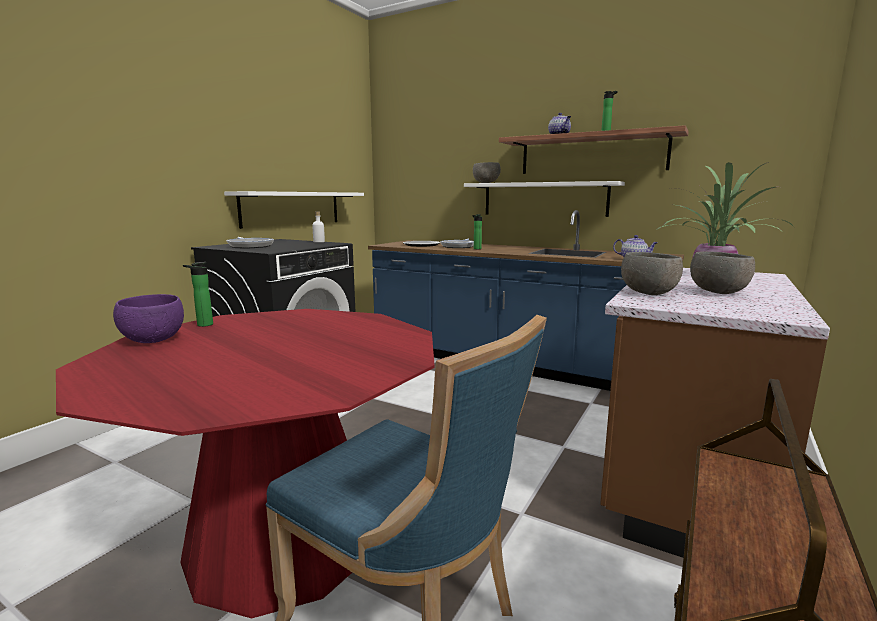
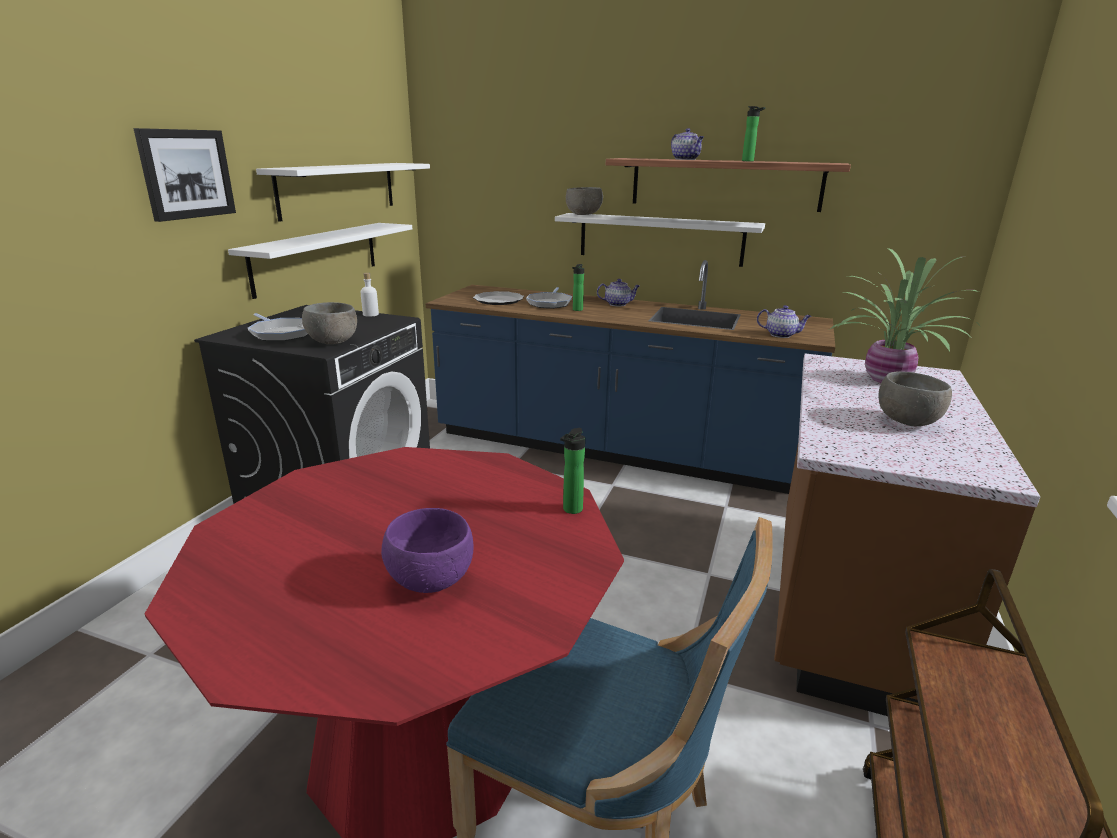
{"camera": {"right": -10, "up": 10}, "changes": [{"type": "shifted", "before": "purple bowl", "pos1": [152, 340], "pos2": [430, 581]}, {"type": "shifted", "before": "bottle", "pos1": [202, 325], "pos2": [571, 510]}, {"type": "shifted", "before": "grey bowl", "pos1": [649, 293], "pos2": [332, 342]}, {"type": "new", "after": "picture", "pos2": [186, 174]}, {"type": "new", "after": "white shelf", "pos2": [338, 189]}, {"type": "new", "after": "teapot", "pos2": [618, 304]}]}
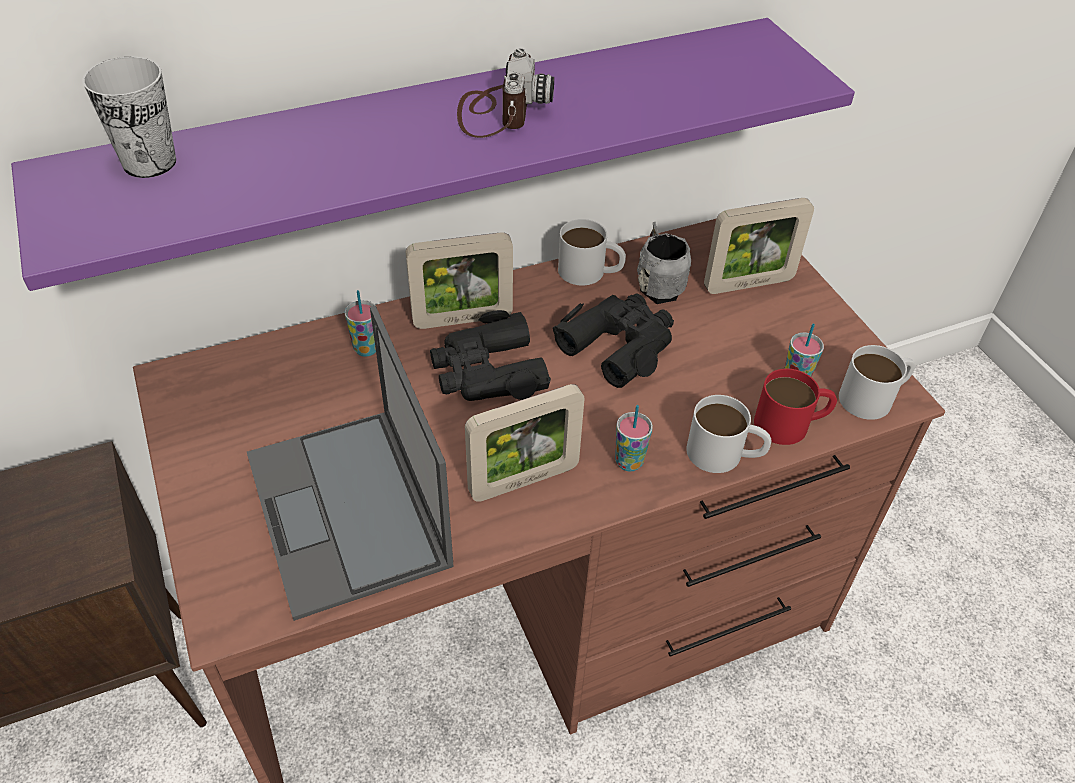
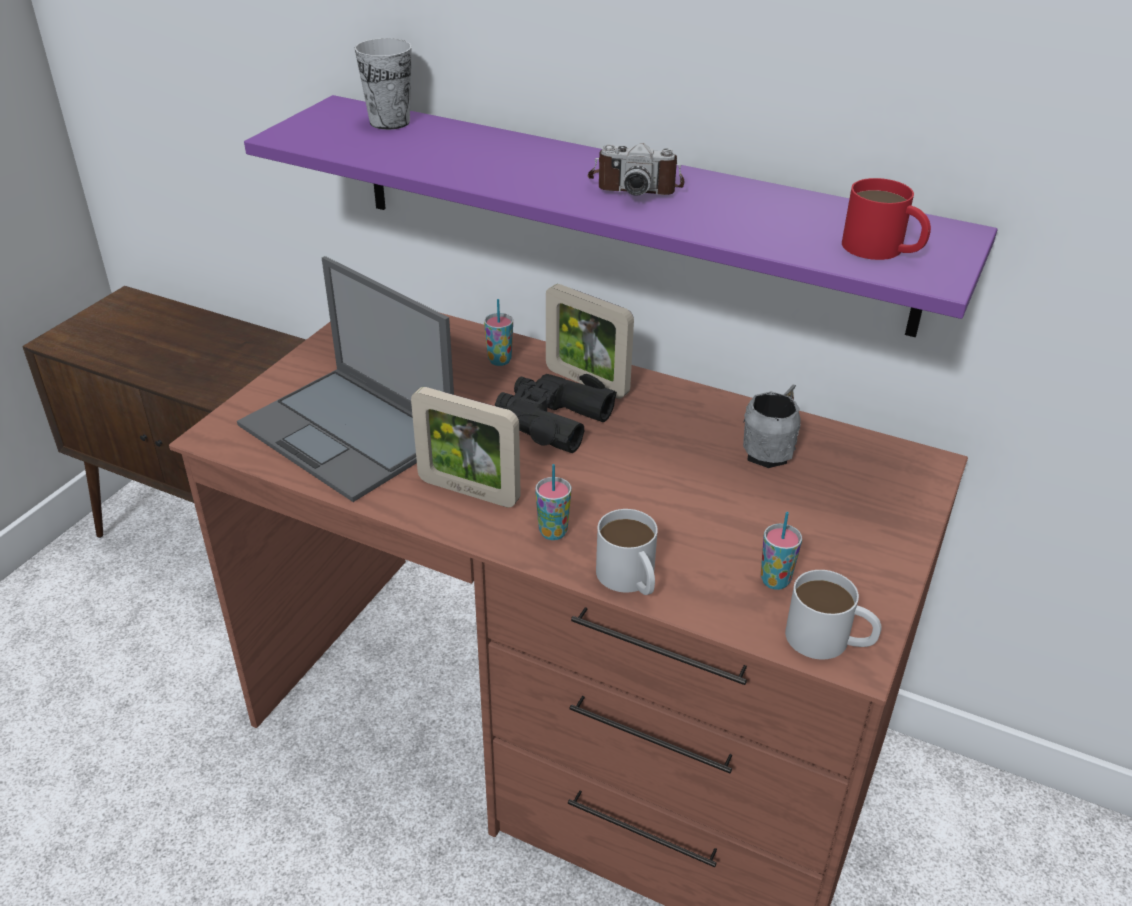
{"camera": {"right": 50, "up": -10}, "changes": [{"type": "rotated", "before": "laptop", "pos1": [349, 511], "pos2": [349, 433], "turn": -75}, {"type": "rotated", "before": "photo camera", "pos1": [498, 111], "pos2": [635, 186], "turn": 45}, {"type": "gone", "before": "black binoculars", "pos1": [619, 344]}, {"type": "gone", "before": "white mug", "pos1": [590, 272]}, {"type": "gone", "before": "picture frame", "pos1": [748, 284]}, {"type": "shifted", "before": "red mug", "pos1": [792, 423], "pos2": [883, 250]}]}
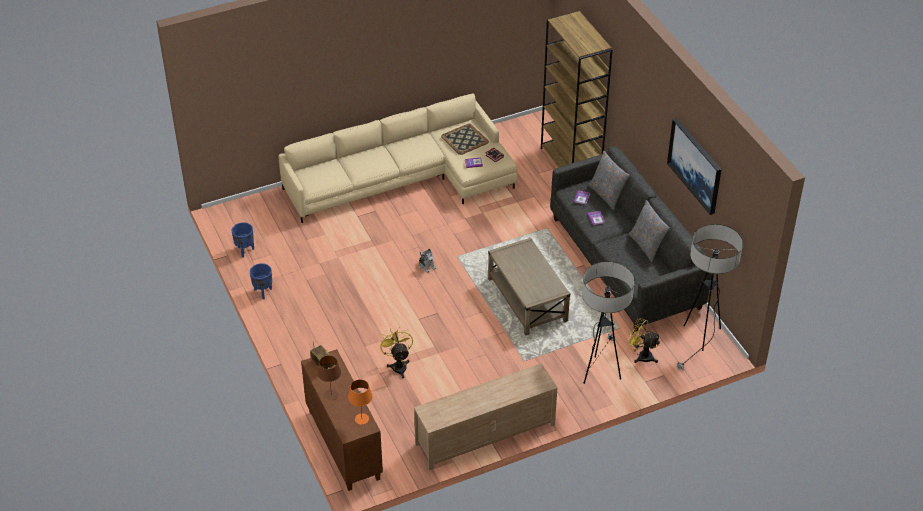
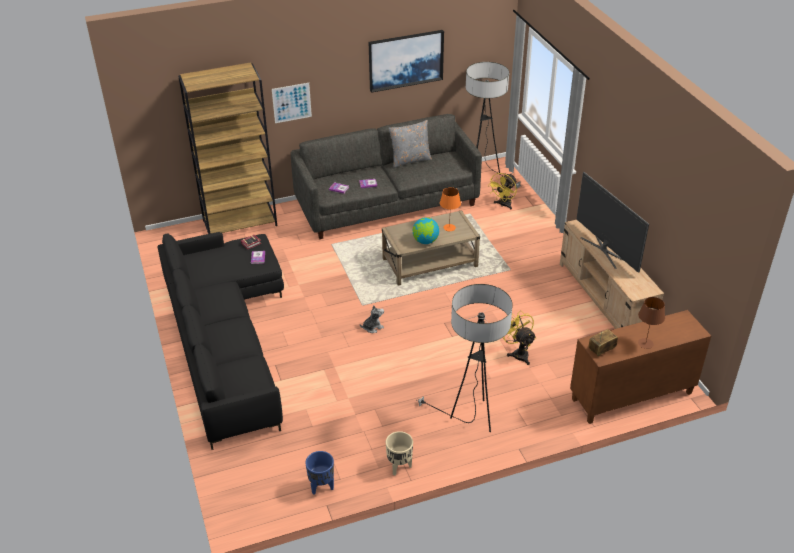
{"camera": {"right": -85, "up": -5}, "changes": [{"type": "repainted", "before": "blue planter", "after": "beige planter", "pos1": [263, 292], "pos2": [399, 467]}, {"type": "repainted", "before": "beige sofa", "after": "black sofa", "pos1": [405, 179], "pos2": [226, 338]}, {"type": "shifted", "before": "orange table lamp", "pos1": [362, 419], "pos2": [449, 227]}, {"type": "rotated", "before": "yellow fan", "pos1": [398, 365], "pos2": [518, 353], "turn": 75}, {"type": "gone", "before": "tray", "pos1": [464, 139]}, {"type": "shifted", "before": "floor lamp", "pos1": [600, 373], "pos2": [471, 418]}, {"type": "gone", "before": "grey pillow", "pos1": [607, 195]}, {"type": "new", "after": "picture", "pos2": [291, 102]}, {"type": "new", "after": "globe", "pos2": [425, 241]}, {"type": "new", "after": "television", "pos2": [605, 250]}]}
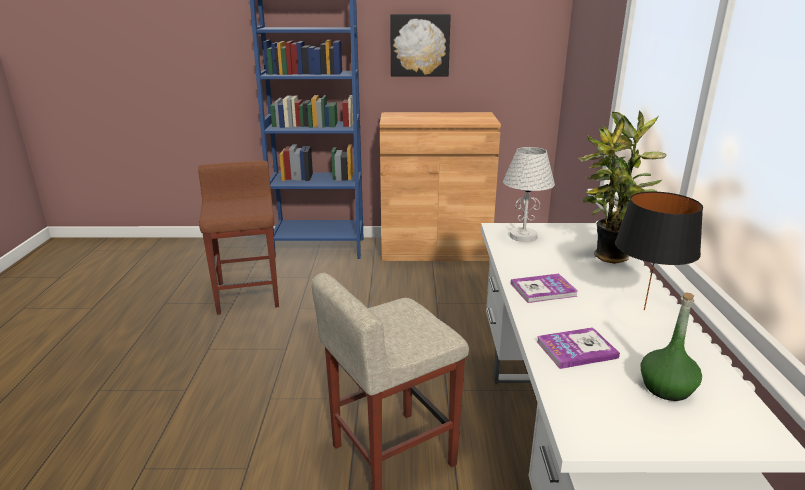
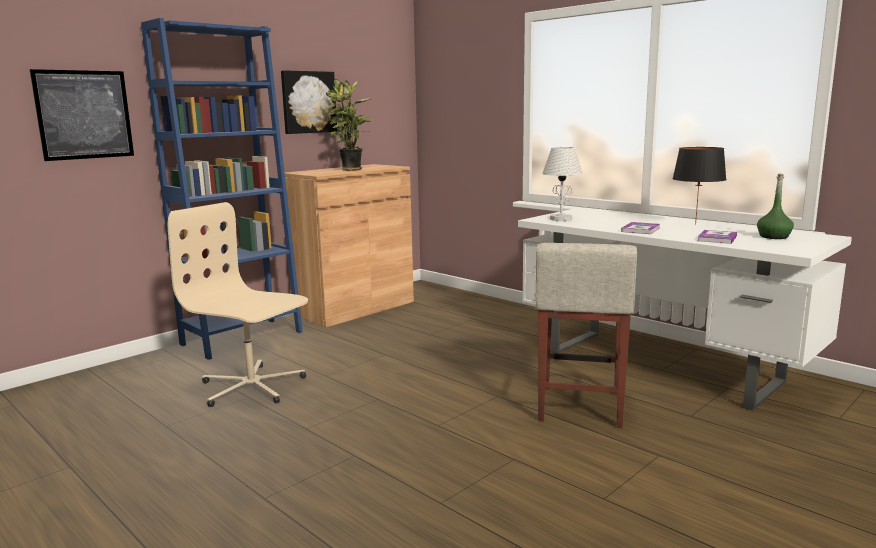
{"camera": {"right": -45, "up": -10}, "changes": [{"type": "swapped", "before": "brown stool", "after": "beige office chair", "pos1": [248, 295], "pos2": [251, 387]}, {"type": "shifted", "before": "potted plant", "pos1": [608, 257], "pos2": [351, 170]}, {"type": "new", "after": "picture", "pos2": [84, 115]}]}
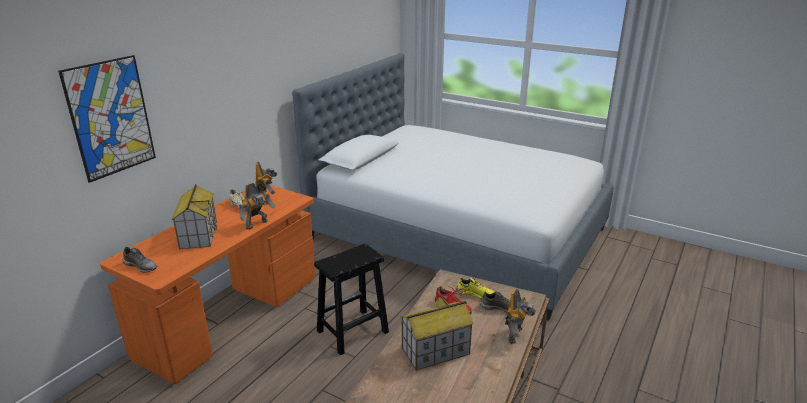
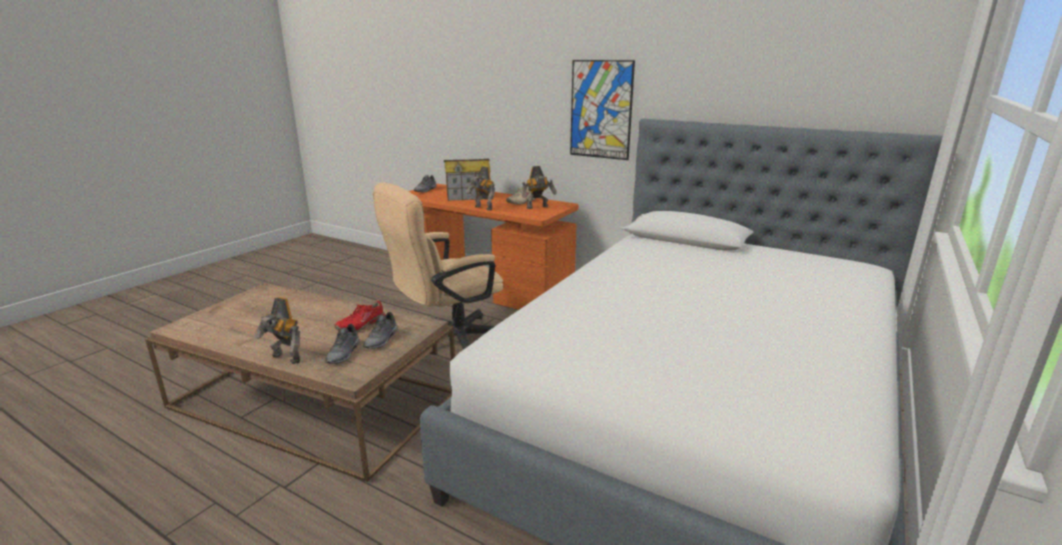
{"camera": {"right": 90, "up": -5}, "changes": [{"type": "shifted", "before": "picture", "pos1": [110, 118], "pos2": [601, 110]}, {"type": "swapped", "before": "black stool", "after": "beige office chair", "pos1": [352, 332], "pos2": [449, 342]}, {"type": "gone", "before": "toy house", "pos1": [435, 351]}, {"type": "repainted", "before": "yellow shoe", "after": "grey shoe", "pos1": [475, 294], "pos2": [382, 340]}]}
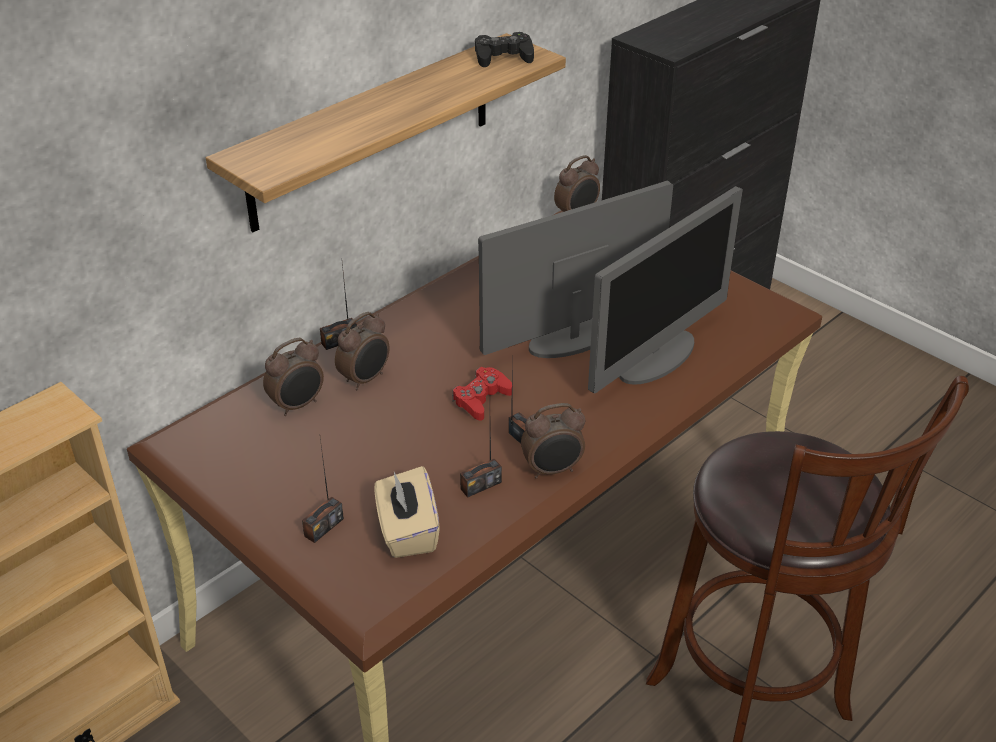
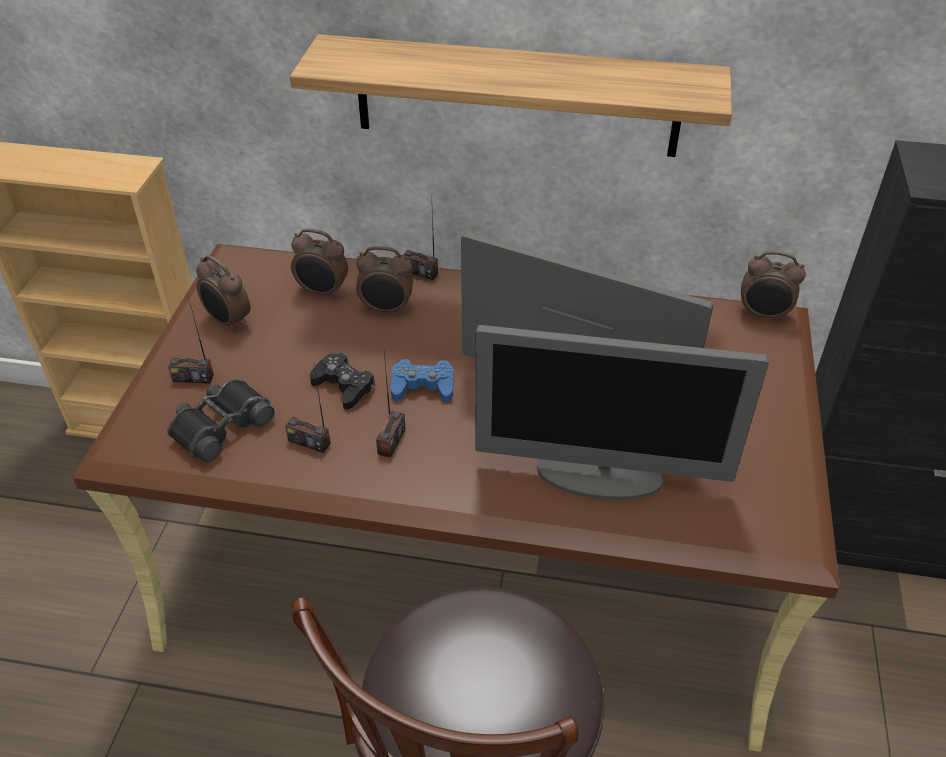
{"camera": {"right": 55, "up": 5}, "changes": [{"type": "swapped", "before": "beige tissue box", "after": "black binoculars", "pos1": [407, 531], "pos2": [220, 426]}, {"type": "repainted", "before": "red game controller", "after": "blue game controller", "pos1": [481, 399], "pos2": [423, 387]}, {"type": "shifted", "before": "black game controller", "pos1": [503, 57], "pos2": [343, 386]}, {"type": "shifted", "before": "alarm clock", "pos1": [553, 470], "pos2": [228, 322]}]}
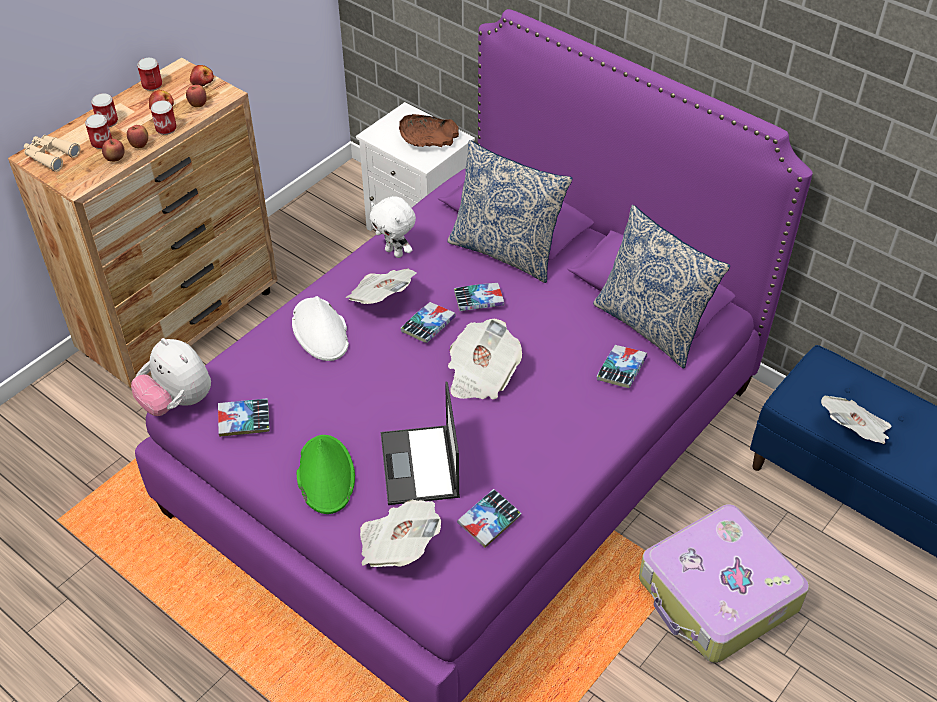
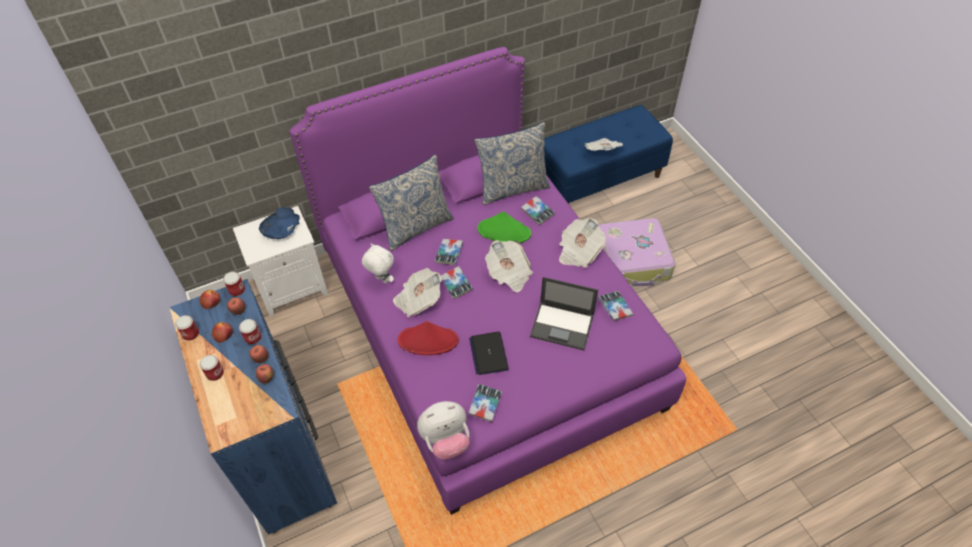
{"camera": {"right": -65, "up": 5}, "changes": [{"type": "repainted", "before": "brown dresser", "after": "blue dresser", "pos1": [182, 322], "pos2": [283, 456]}, {"type": "gone", "before": "beige binoculars", "pos1": [50, 156]}, {"type": "shifted", "before": "can", "pos1": [102, 143], "pos2": [237, 290]}, {"type": "repainted", "before": "white hat", "after": "red hat", "pos1": [320, 331], "pos2": [428, 340]}, {"type": "shifted", "before": "green hat", "pos1": [325, 475], "pos2": [503, 231]}, {"type": "shifted", "before": "newspaper", "pos1": [398, 546], "pos2": [579, 251]}, {"type": "rotated", "before": "white plush toy", "pos1": [395, 252], "pos2": [381, 280], "turn": -120}, {"type": "repainted", "before": "brown bowl", "after": "blue bowl", "pos1": [427, 139], "pos2": [281, 229]}, {"type": "new", "after": "laptop", "pos2": [488, 353]}]}
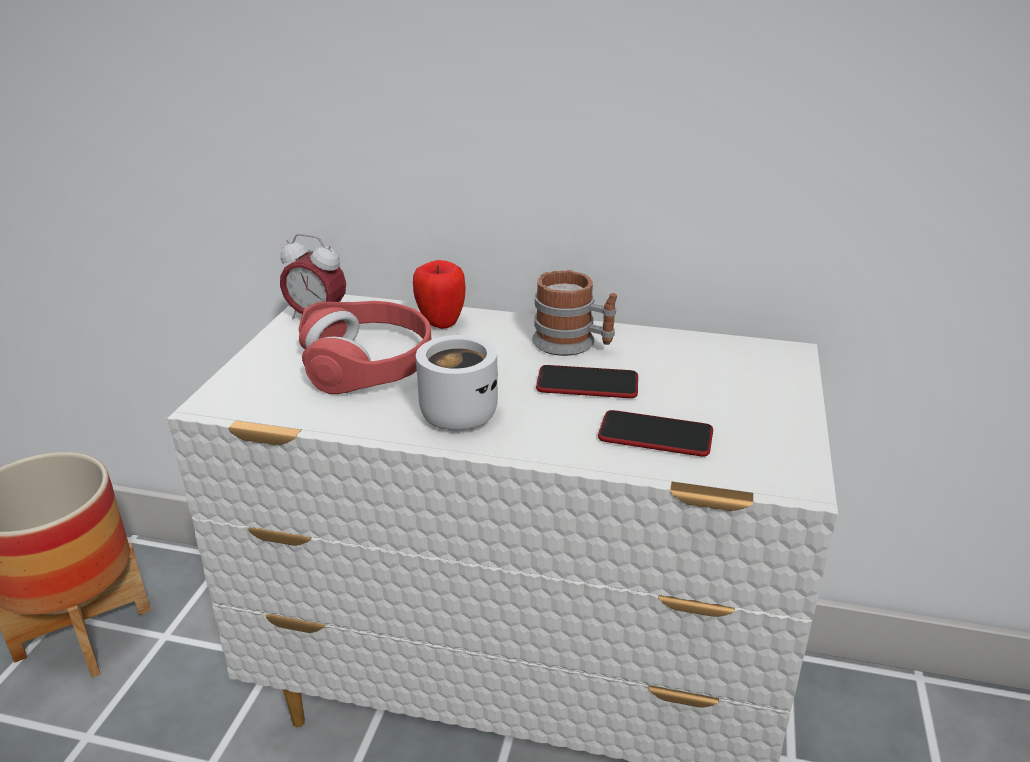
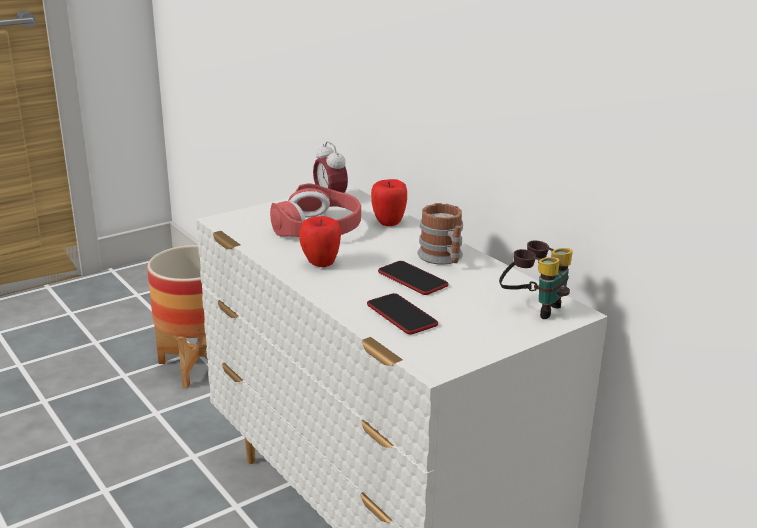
{"camera": {"right": 40, "up": -5}, "changes": [{"type": "swapped", "before": "white mug", "after": "apple", "pos1": [455, 411], "pos2": [321, 264]}, {"type": "new", "after": "binoculars", "pos2": [533, 307]}]}
